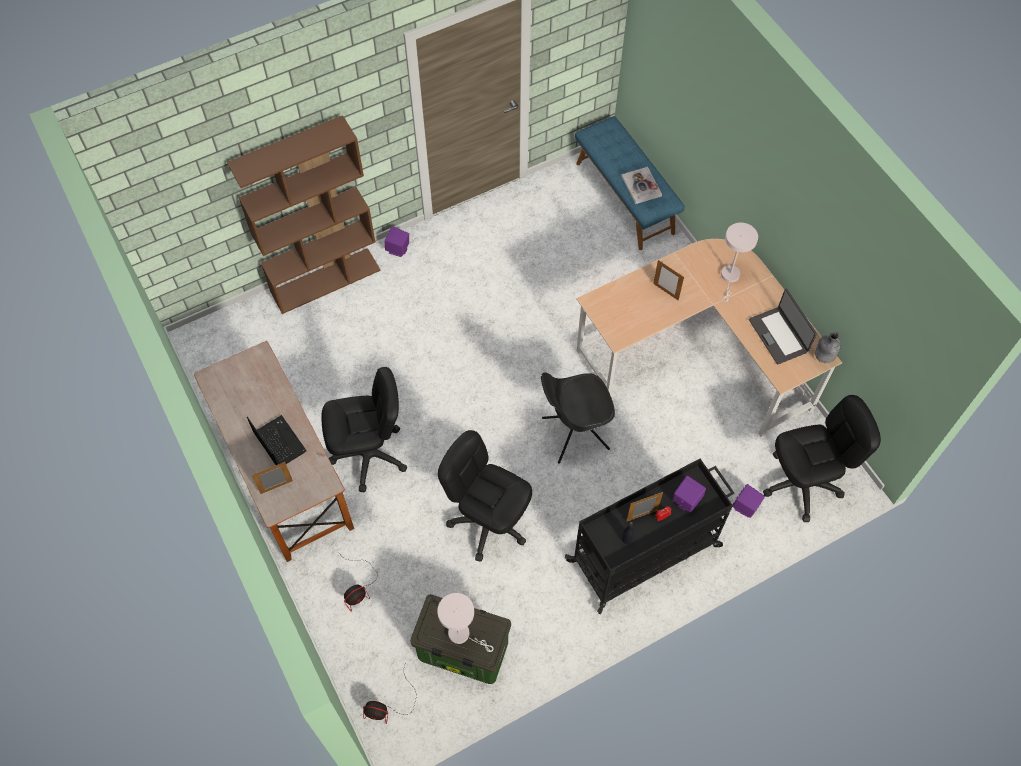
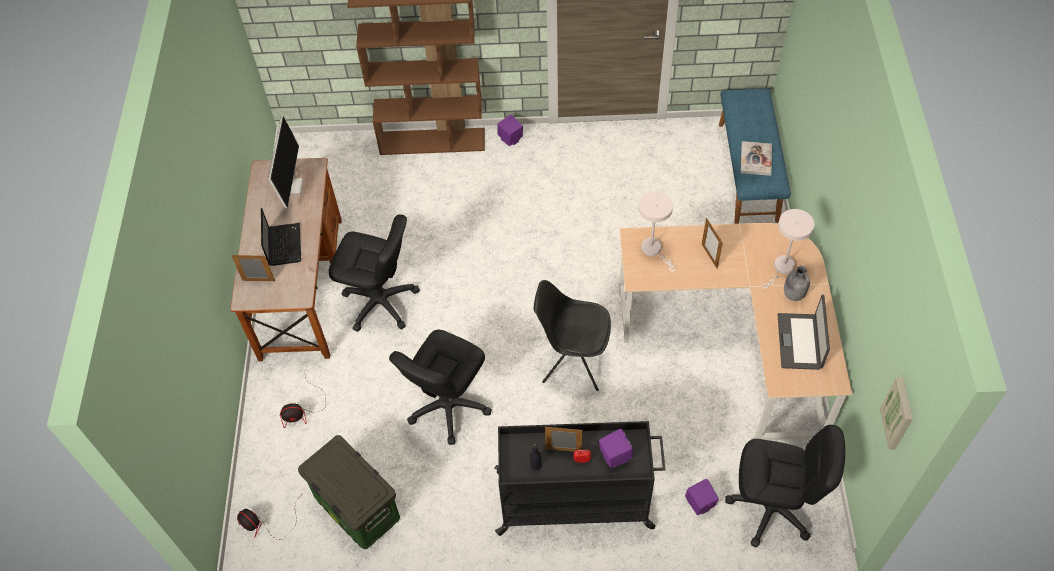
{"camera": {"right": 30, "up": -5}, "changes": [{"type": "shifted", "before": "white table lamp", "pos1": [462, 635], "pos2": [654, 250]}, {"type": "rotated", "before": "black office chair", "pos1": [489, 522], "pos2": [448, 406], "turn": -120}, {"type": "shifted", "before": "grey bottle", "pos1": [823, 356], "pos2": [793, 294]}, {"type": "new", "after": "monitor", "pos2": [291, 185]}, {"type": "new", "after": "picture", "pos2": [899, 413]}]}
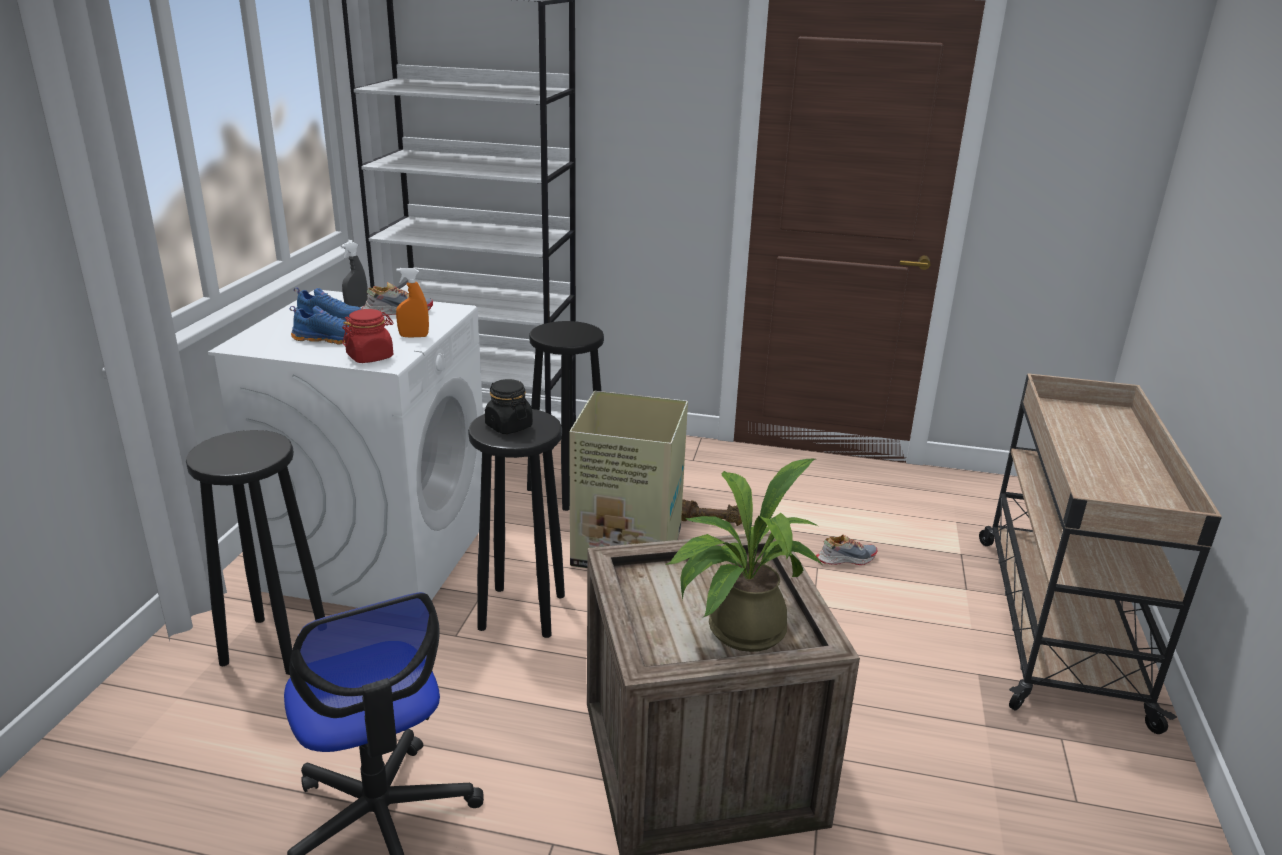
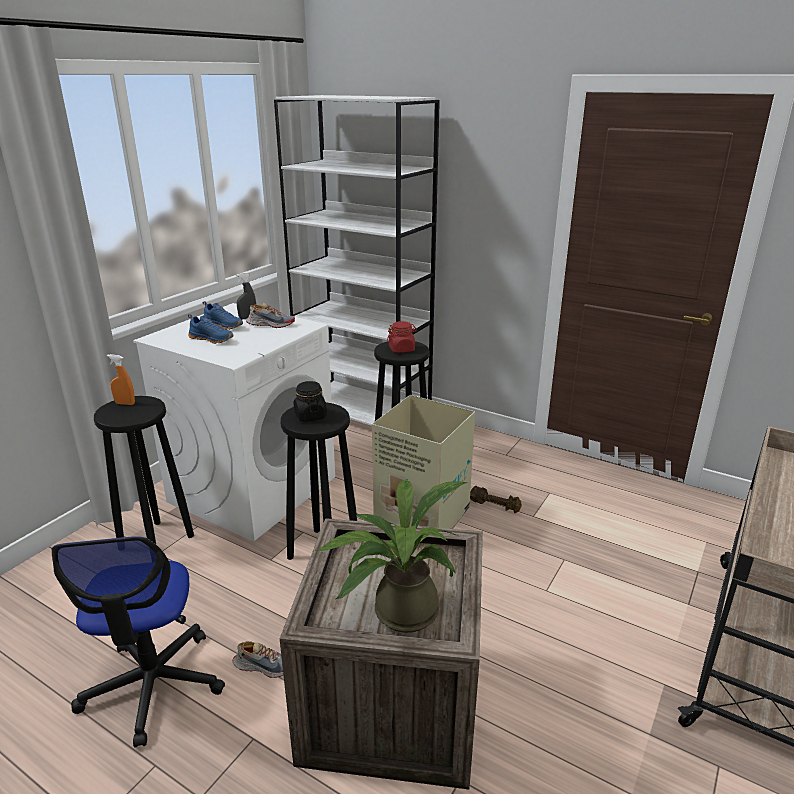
{"camera": {"right": 20, "up": 0}, "changes": [{"type": "shifted", "before": "red jar", "pos1": [370, 357], "pos2": [402, 349]}, {"type": "shifted", "before": "orange spray bottle", "pos1": [414, 336], "pos2": [125, 403]}, {"type": "shifted", "before": "shoe", "pos1": [845, 558], "pos2": [264, 665]}]}
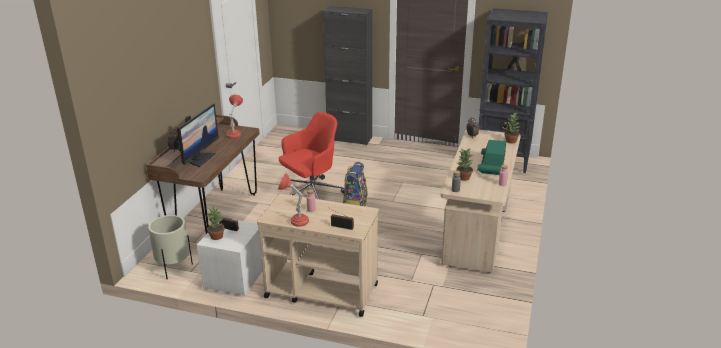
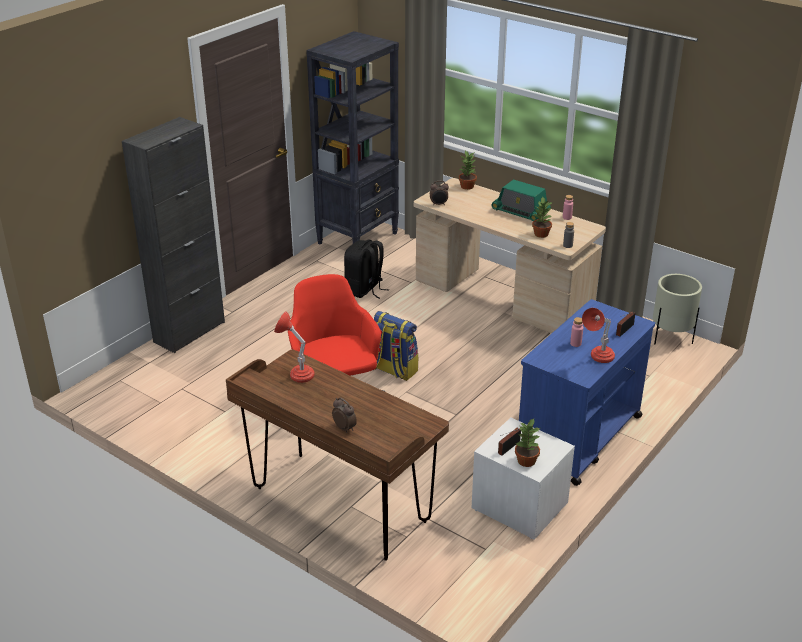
{"camera": {"right": -70, "up": 5}, "changes": [{"type": "shifted", "before": "beige planter", "pos1": [174, 268], "pos2": [671, 338]}, {"type": "gone", "before": "monitor", "pos1": [200, 159]}, {"type": "repainted", "before": "beige cart", "after": "blue cart", "pos1": [320, 291], "pos2": [578, 437]}, {"type": "new", "after": "black backpack", "pos2": [365, 290]}]}
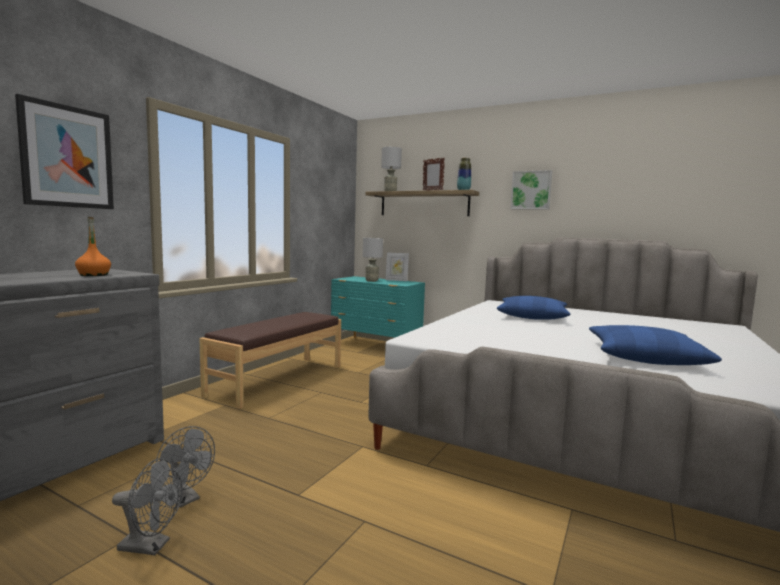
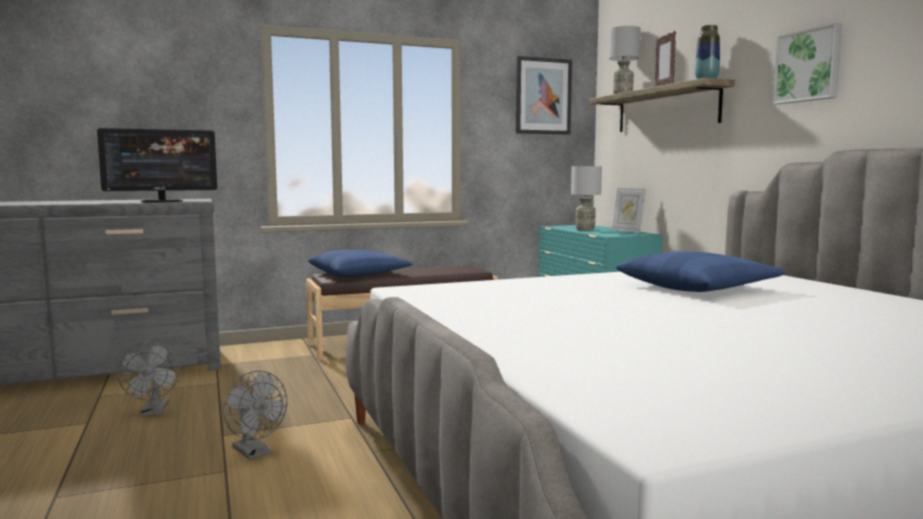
{"camera": {"right": 40, "up": 0}, "changes": [{"type": "shifted", "before": "picture", "pos1": [67, 157], "pos2": [543, 96]}, {"type": "swapped", "before": "orange bottle", "after": "monitor", "pos1": [94, 275], "pos2": [162, 201]}, {"type": "shifted", "before": "grey fan", "pos1": [151, 546], "pos2": [255, 453]}, {"type": "shifted", "before": "blue pillow", "pos1": [645, 357], "pos2": [359, 274]}]}
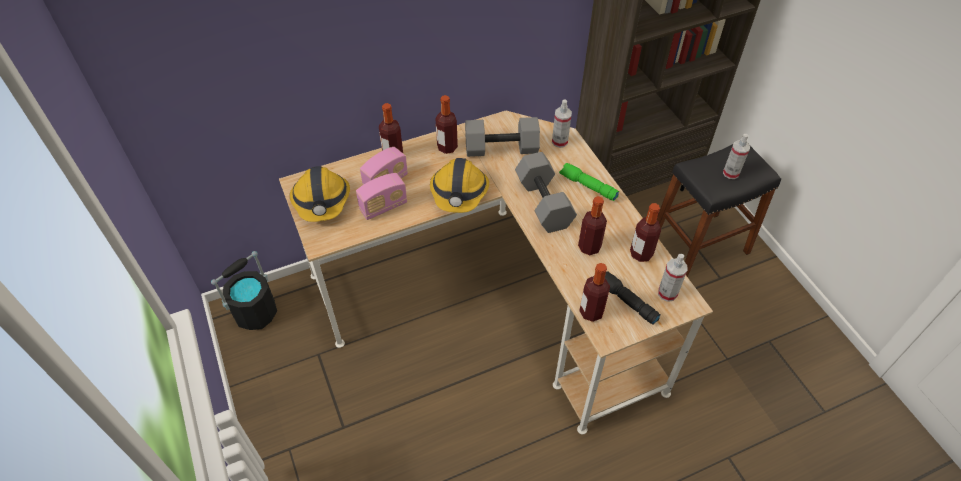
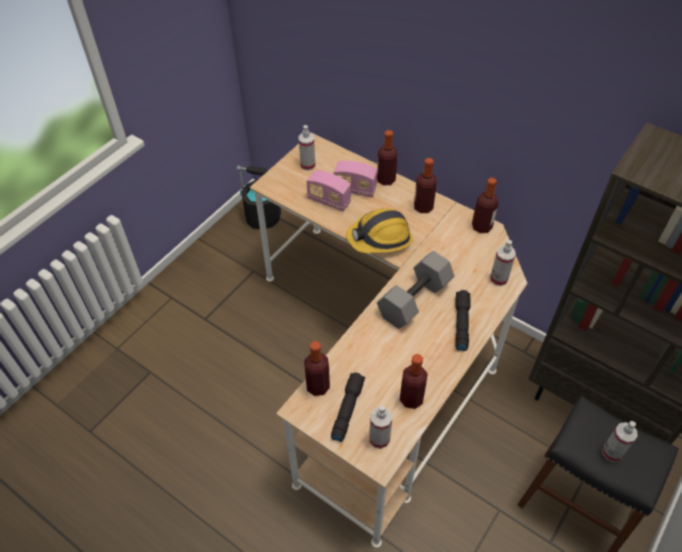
{"camera": {"right": 60, "up": 0}, "changes": [{"type": "swapped", "before": "hard hat", "after": "spray bottle", "pos1": [322, 201], "pos2": [307, 165]}, {"type": "gone", "before": "grey dumbbell", "pos1": [502, 147]}, {"type": "repainted", "before": "green flashlight", "after": "black flashlight", "pos1": [587, 186], "pos2": [461, 323]}, {"type": "shifted", "before": "bottle", "pos1": [589, 247], "pos2": [481, 227]}]}
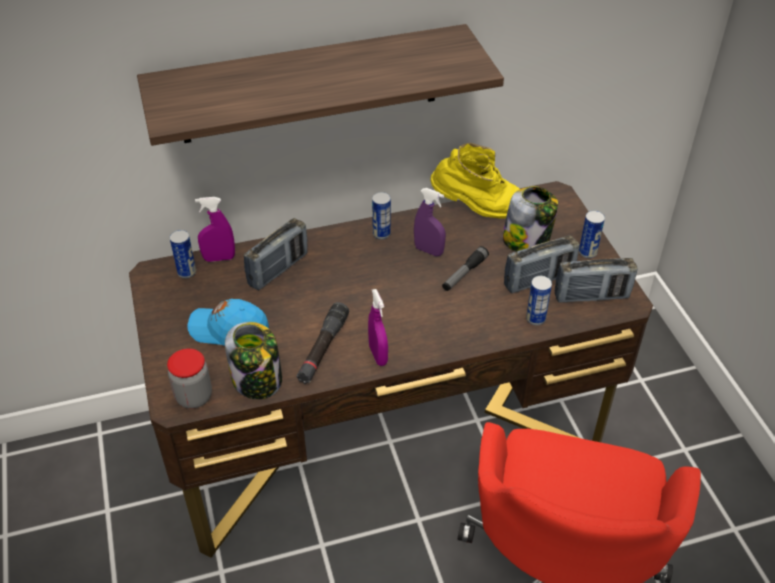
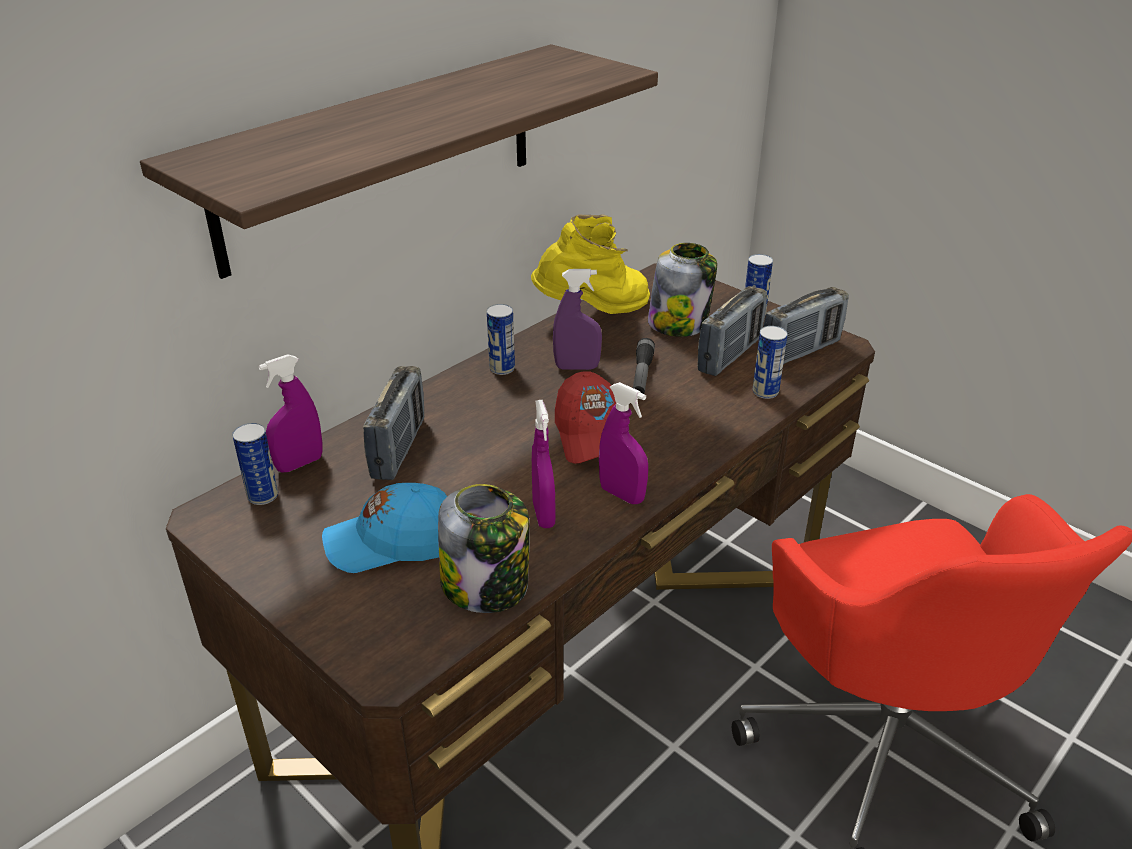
{"camera": {"right": -30, "up": -10}, "changes": [{"type": "gone", "before": "jar", "pos1": [194, 397]}, {"type": "swapped", "before": "black flashlight", "after": "purple spray bottle", "pos1": [323, 349], "pos2": [543, 514]}, {"type": "new", "after": "red cap", "pos2": [590, 436]}]}
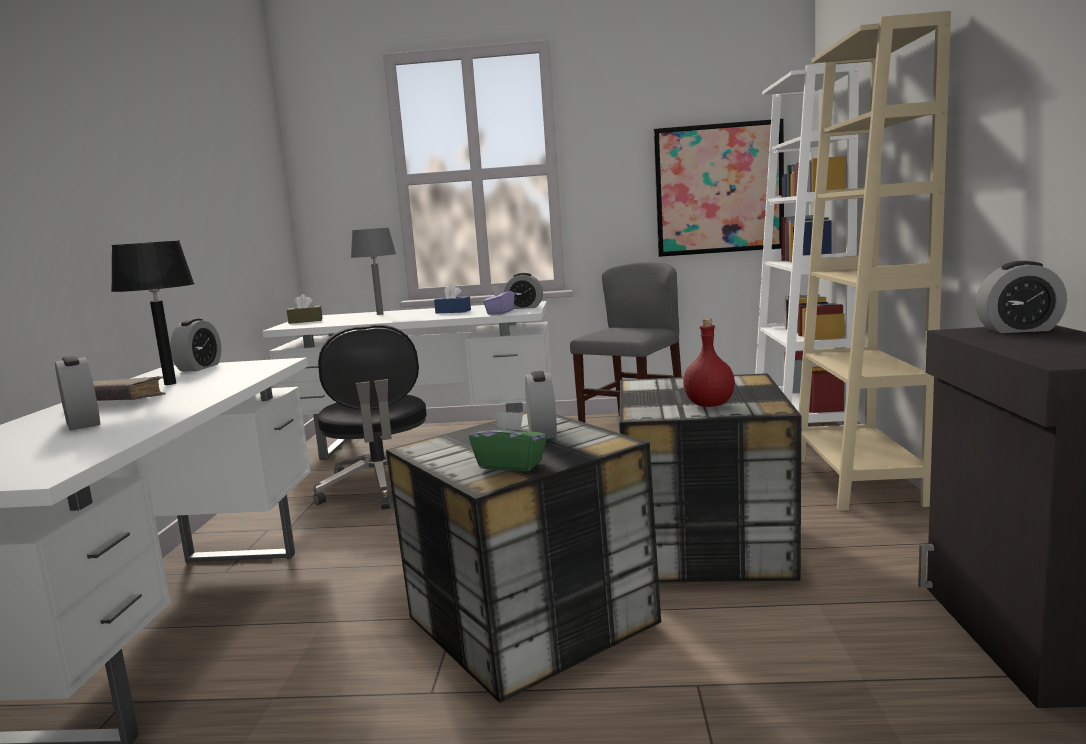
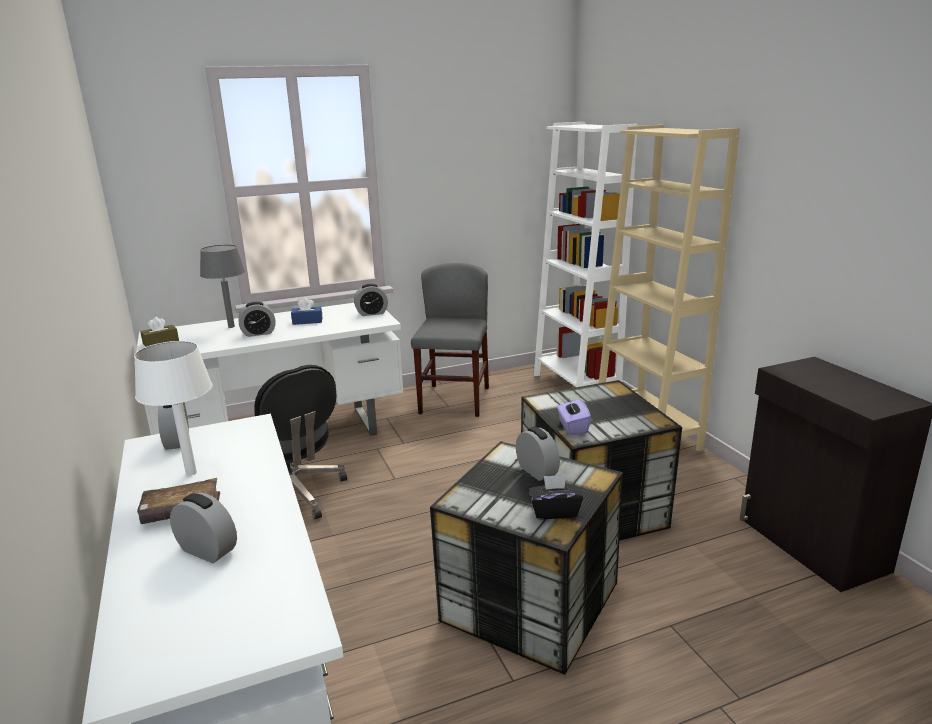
{"camera": {"right": -25, "up": 10}, "changes": [{"type": "repainted", "before": "black table lamp", "after": "white table lamp", "pos1": [170, 383], "pos2": [191, 473]}, {"type": "repainted", "before": "green tissue box", "after": "black tissue box", "pos1": [511, 465], "pos2": [554, 511]}, {"type": "shifted", "before": "purple tissue box", "pos1": [500, 312], "pos2": [572, 427]}, {"type": "gone", "before": "picture", "pos1": [718, 189]}, {"type": "gone", "before": "red bottle", "pos1": [710, 405]}, {"type": "shifted", "before": "alarm clock", "pos1": [1018, 330], "pos2": [258, 333]}]}
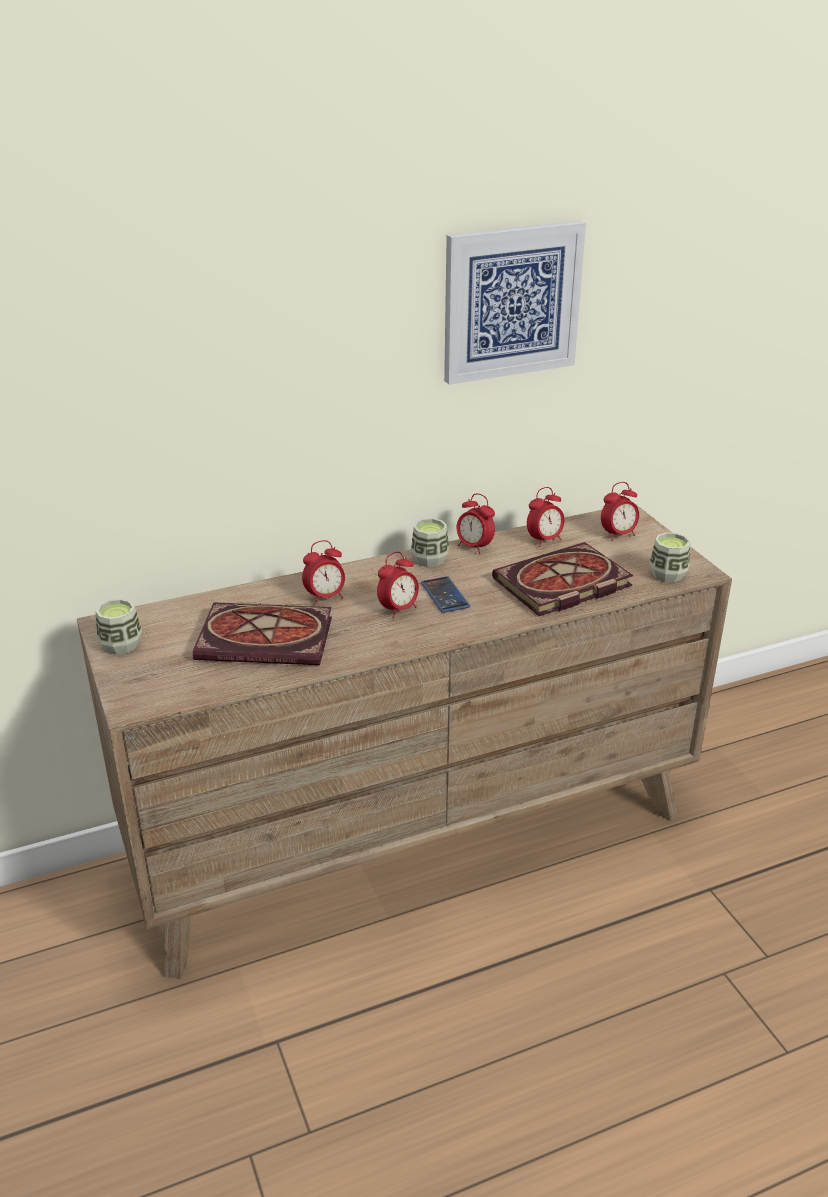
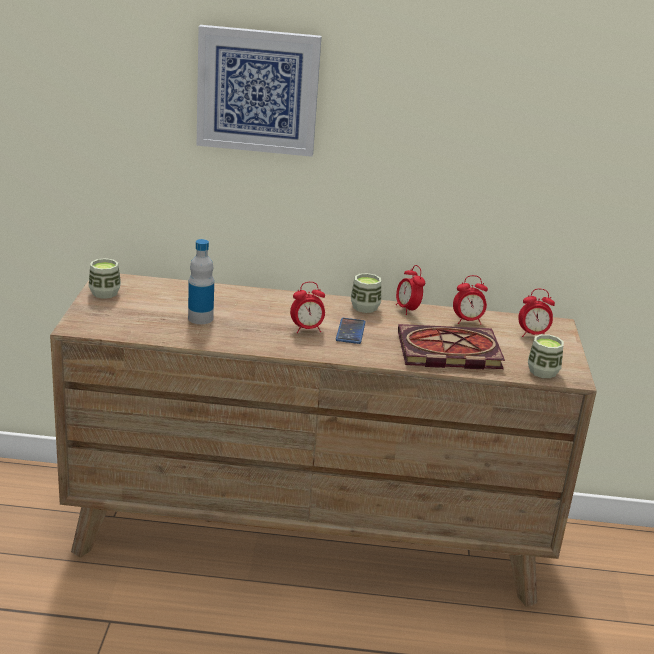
{"camera": {"right": 25, "up": -5}, "changes": [{"type": "swapped", "before": "book", "after": "bottle", "pos1": [269, 638], "pos2": [200, 318]}, {"type": "gone", "before": "alarm clock", "pos1": [325, 597]}, {"type": "shifted", "before": "picture", "pos1": [511, 301], "pos2": [258, 90]}]}
